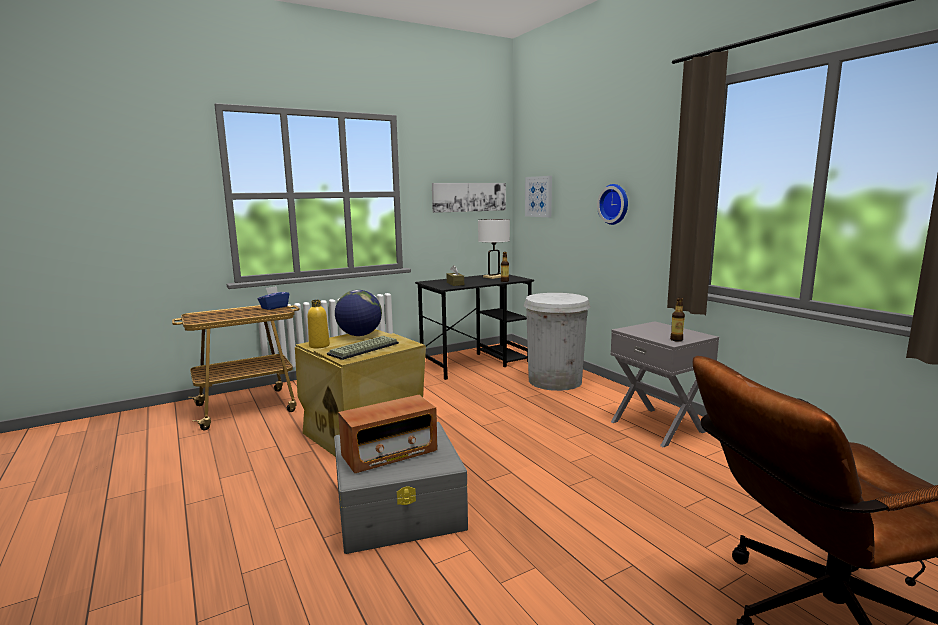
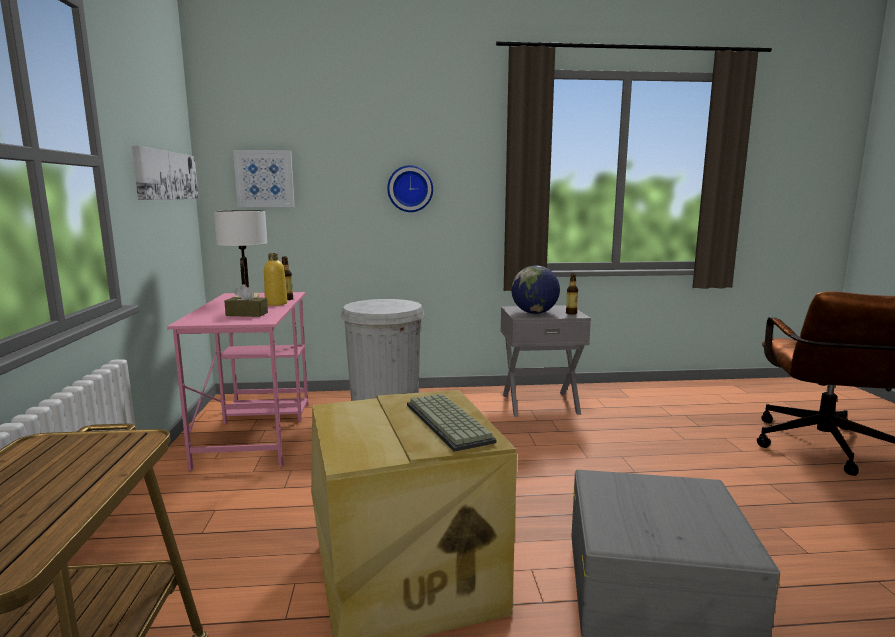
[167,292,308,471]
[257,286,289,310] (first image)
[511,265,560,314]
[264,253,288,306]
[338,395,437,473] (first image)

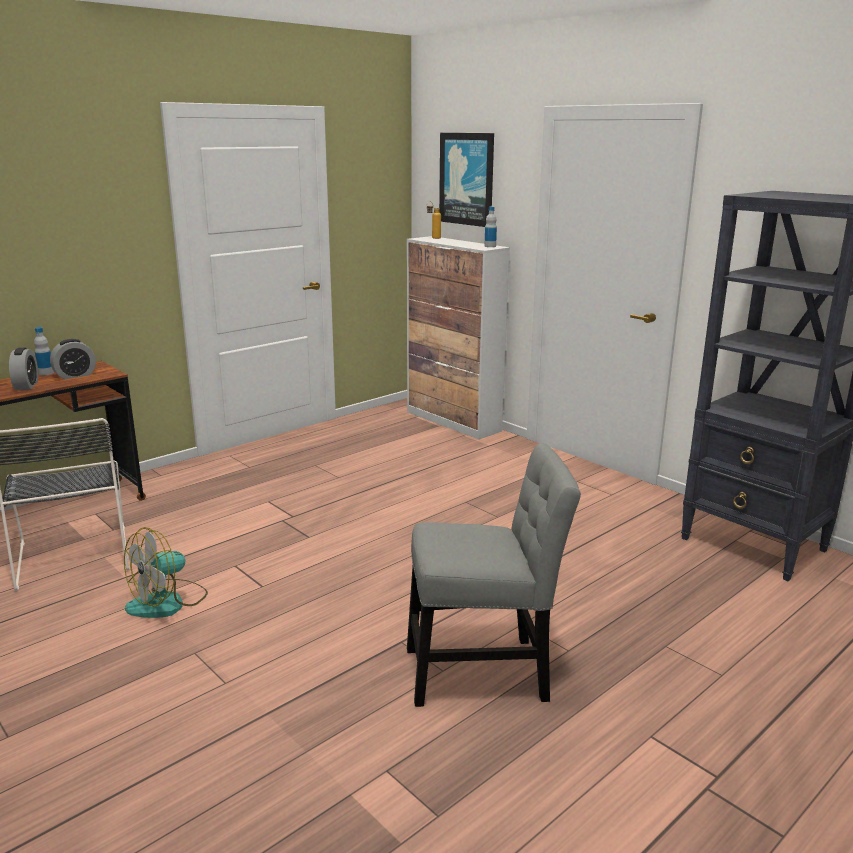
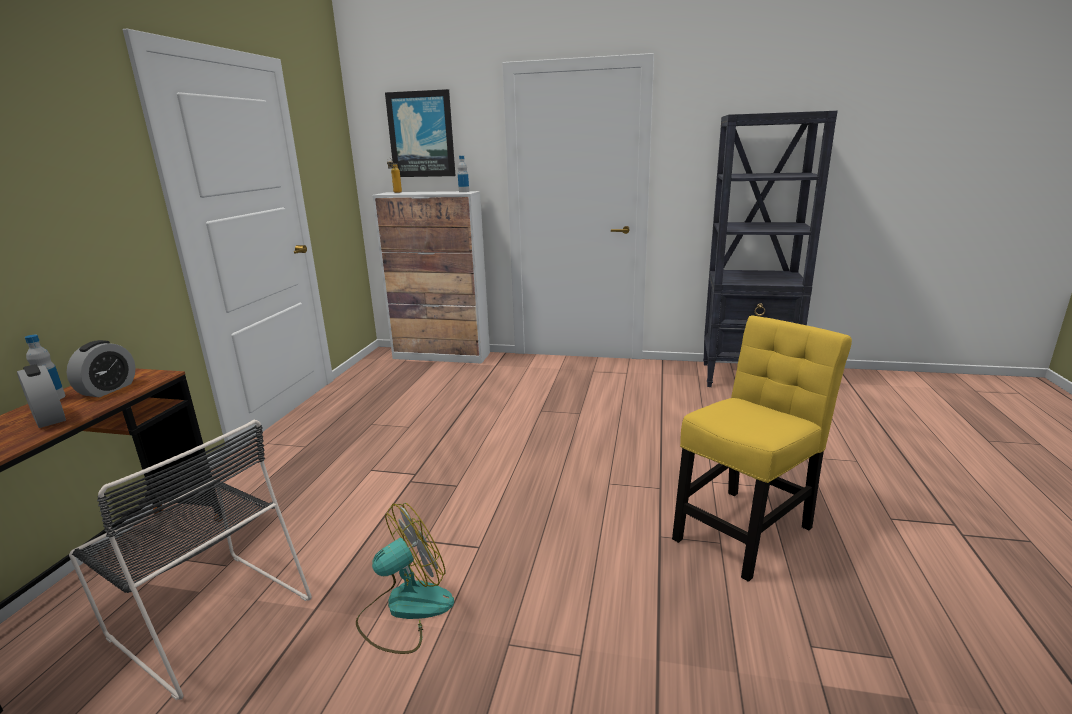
[672,316,852,582]
[356,503,454,654]

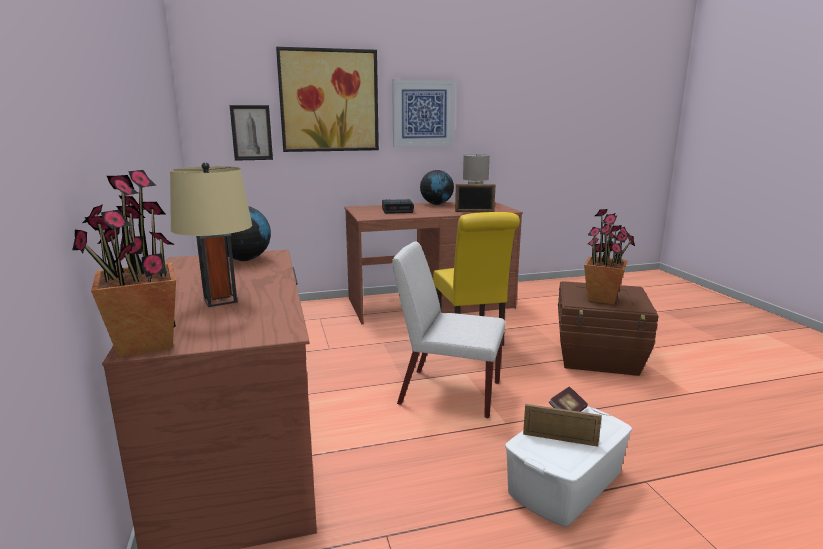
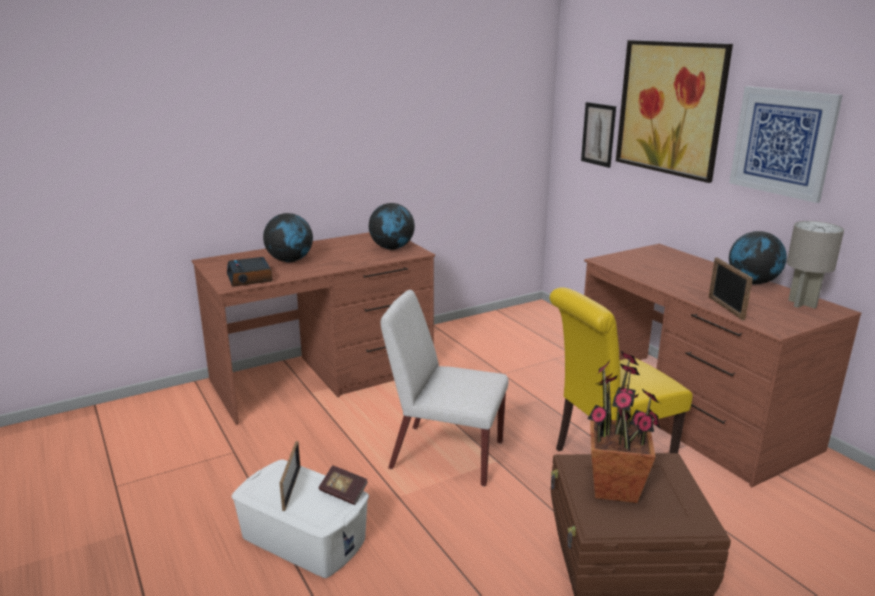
[263,213,313,263]
[72,170,176,357] (first image)
[227,257,273,286]
[380,290,509,486]

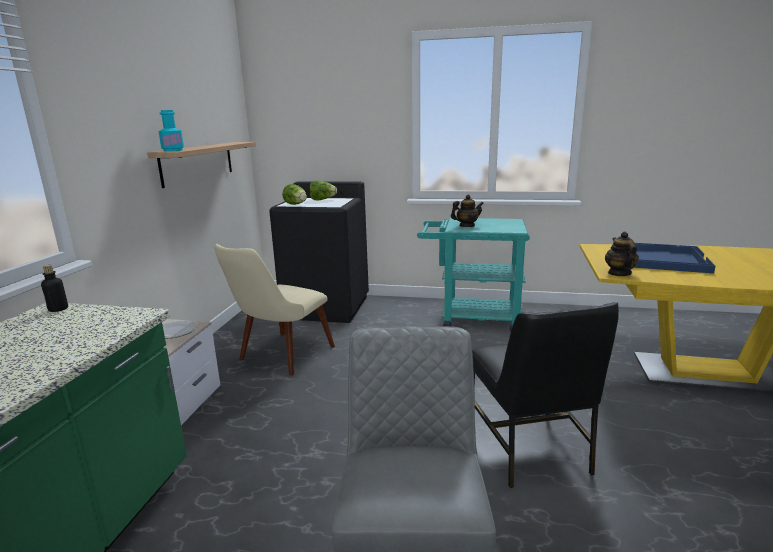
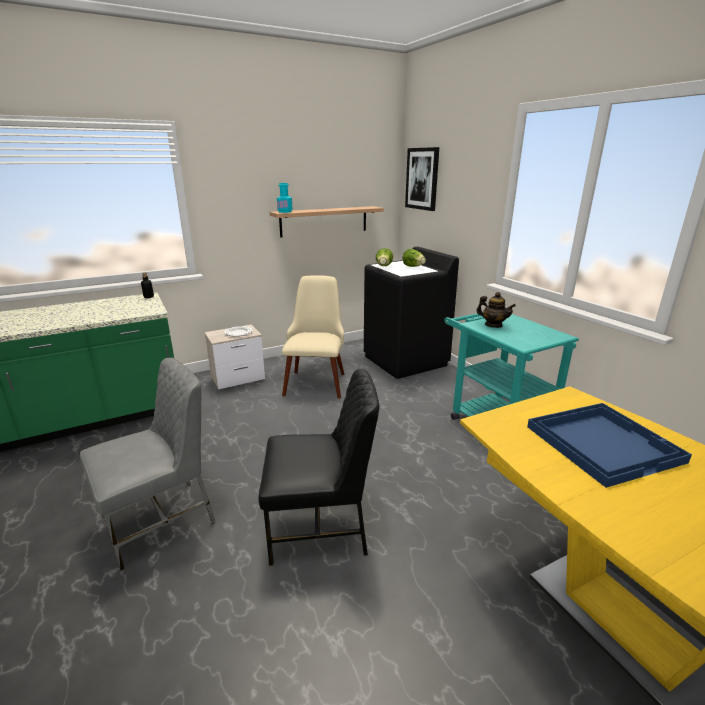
[605,232,639,276] (first image)
[282,275,344,399]
[258,369,379,566]
[405,147,439,211]

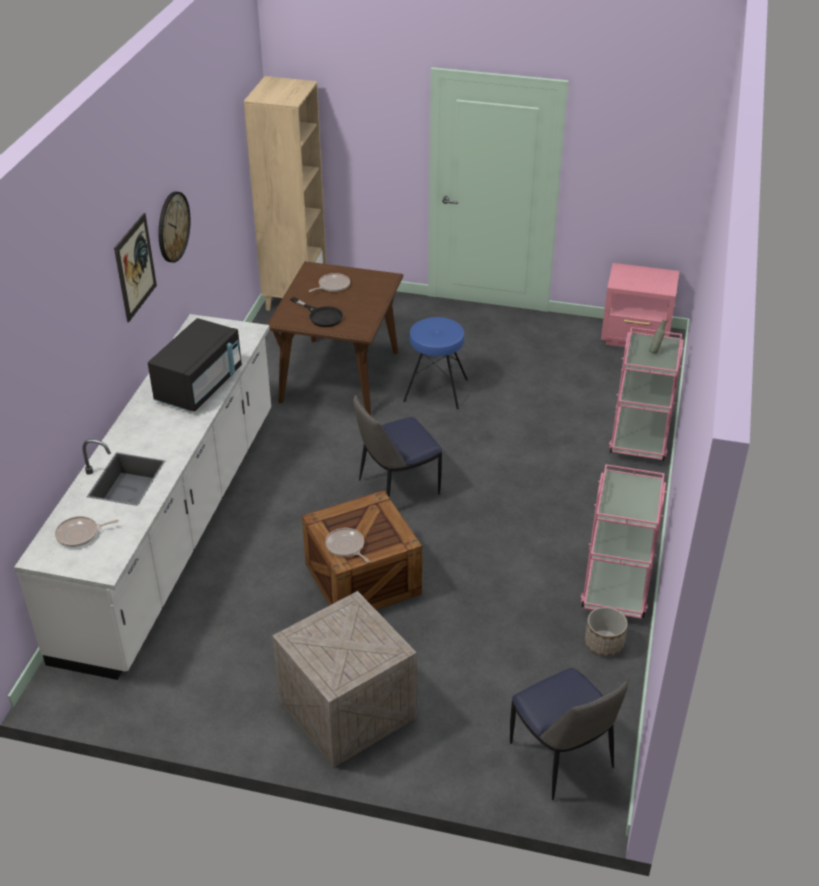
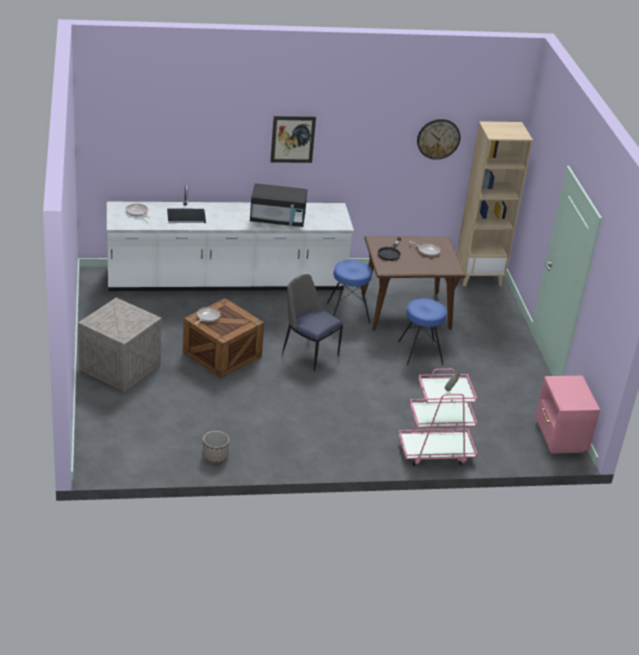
[417,119,460,160]
[580,464,666,619] (first image)
[510,668,628,800] (first image)
[327,260,372,324]

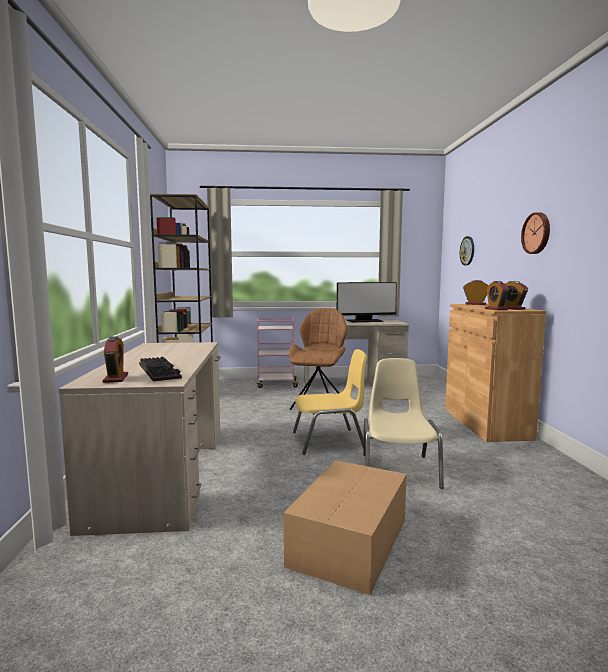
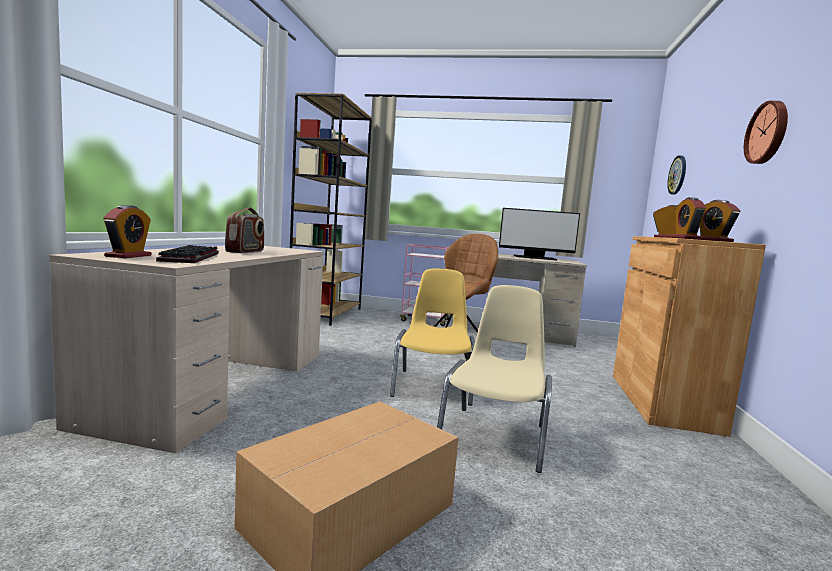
[390,268,475,406]
[225,207,264,253]

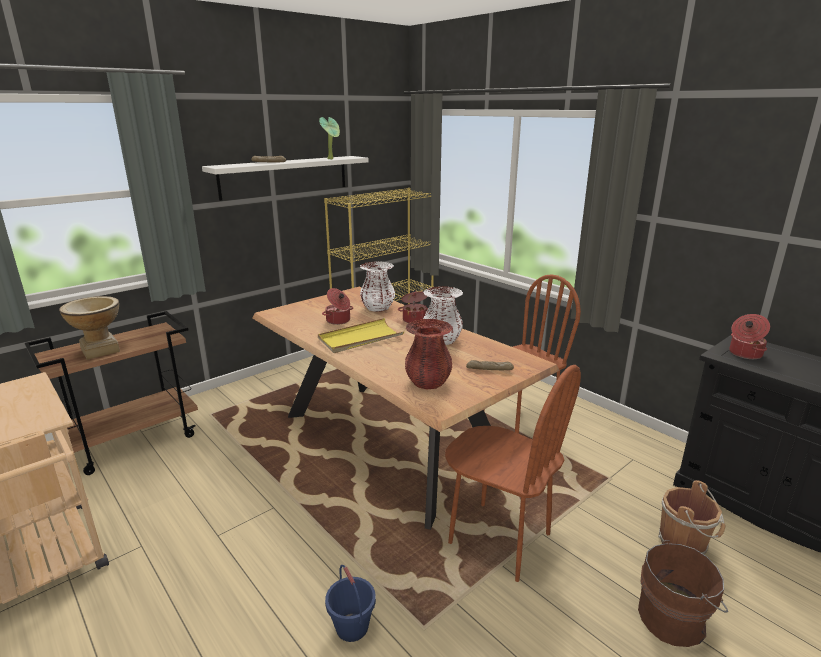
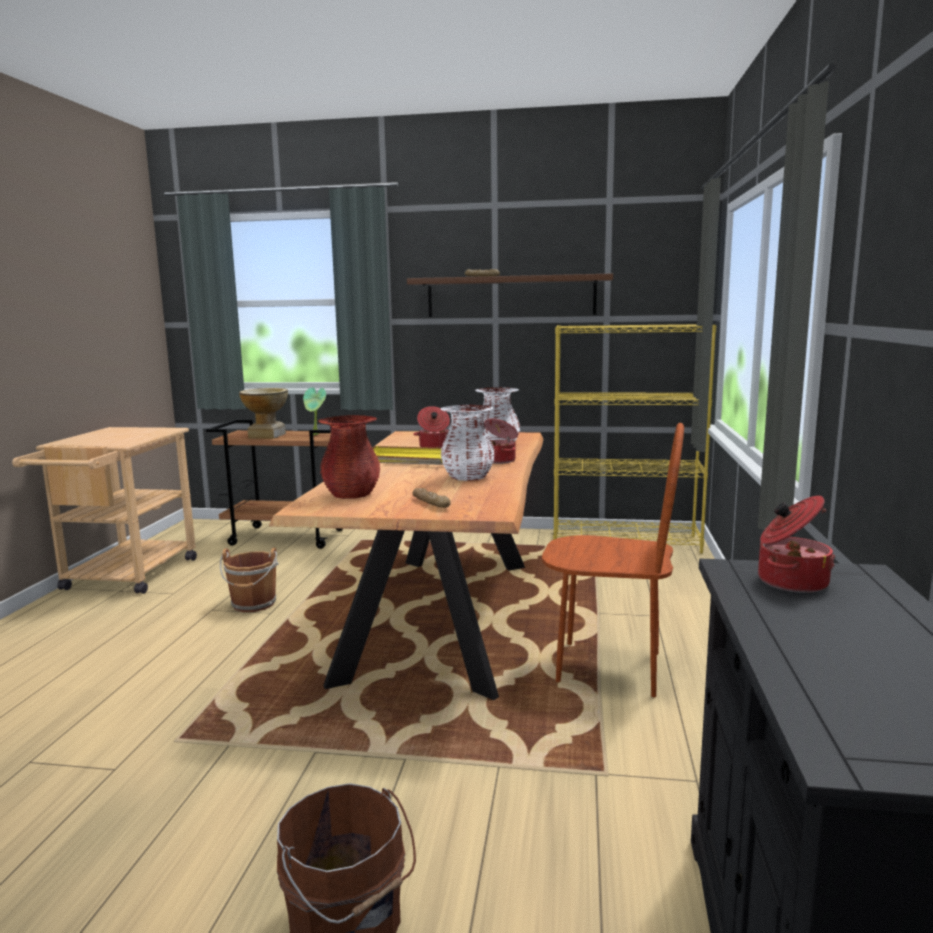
[303,387,326,436]
[407,274,613,317]
[445,365,581,582] (first image)
[220,548,279,612]
[325,565,376,642] (first image)

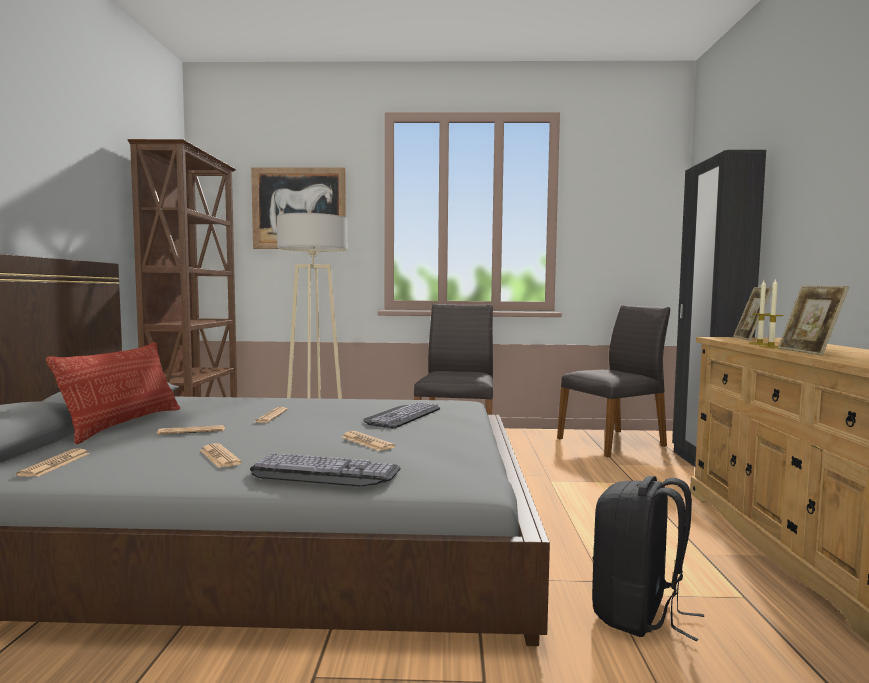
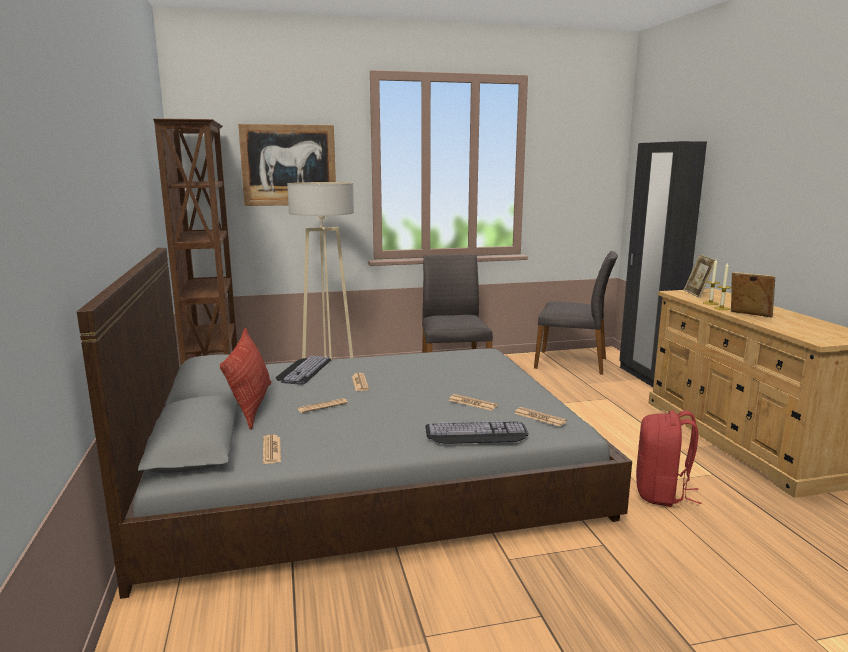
[731,272,775,317]
[534,251,618,375]
[276,356,331,385]
[514,407,567,427]
[636,411,701,507]

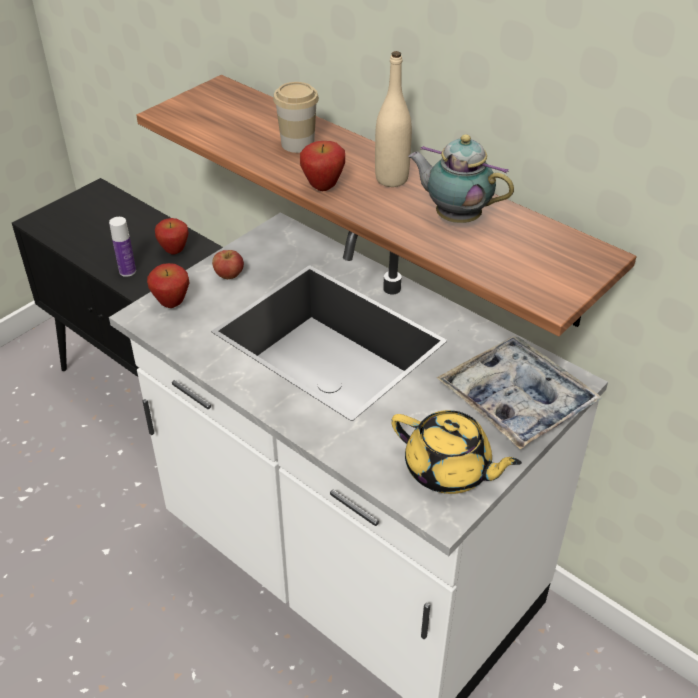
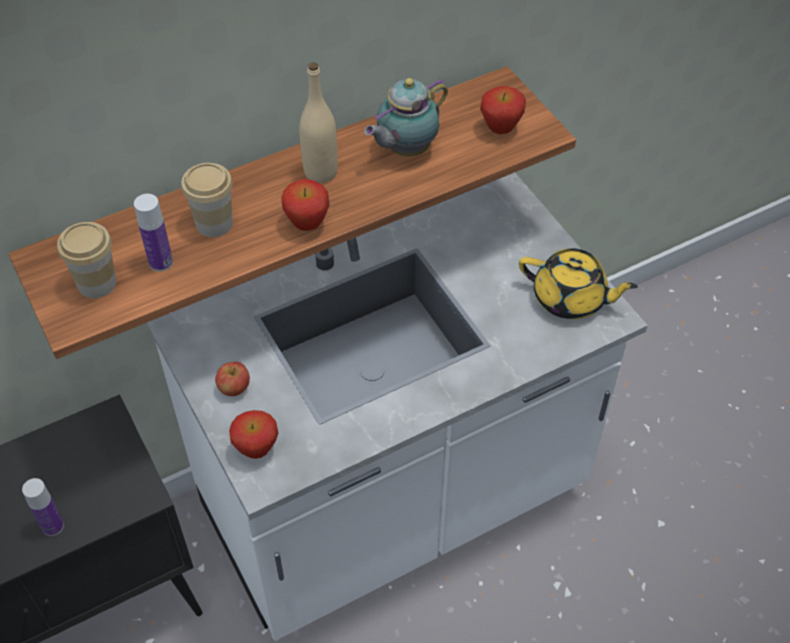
[480,86,526,134]
[437,336,602,450] (first image)
[519,248,638,319]
[134,194,173,272]
[57,222,116,298]

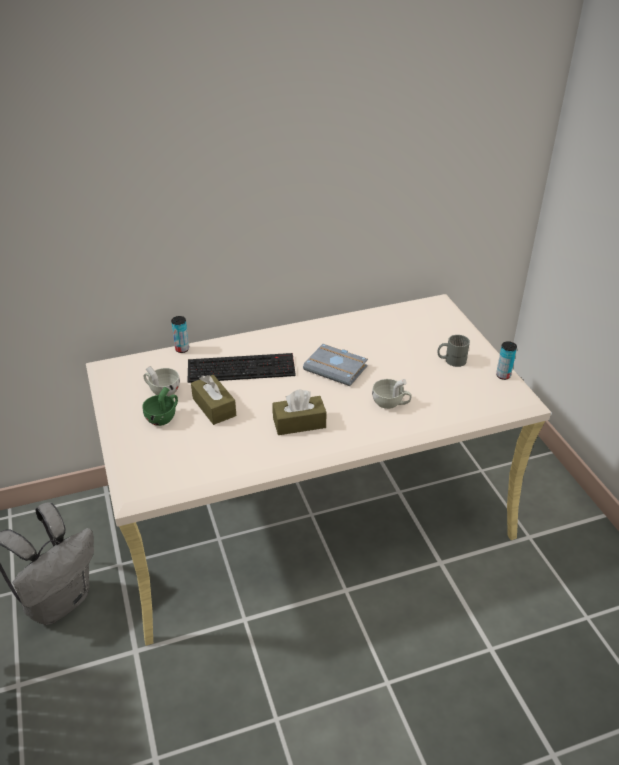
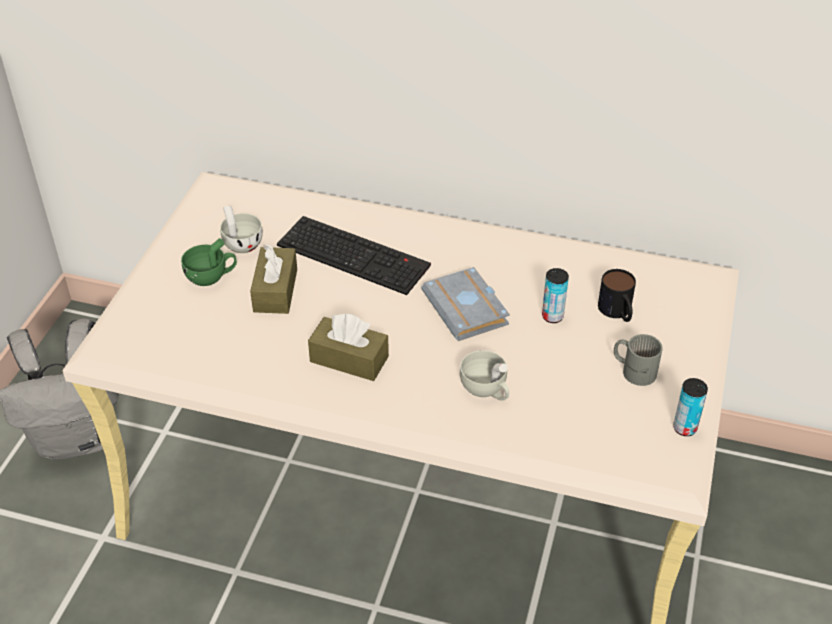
[542,268,569,323]
[598,269,636,322]

